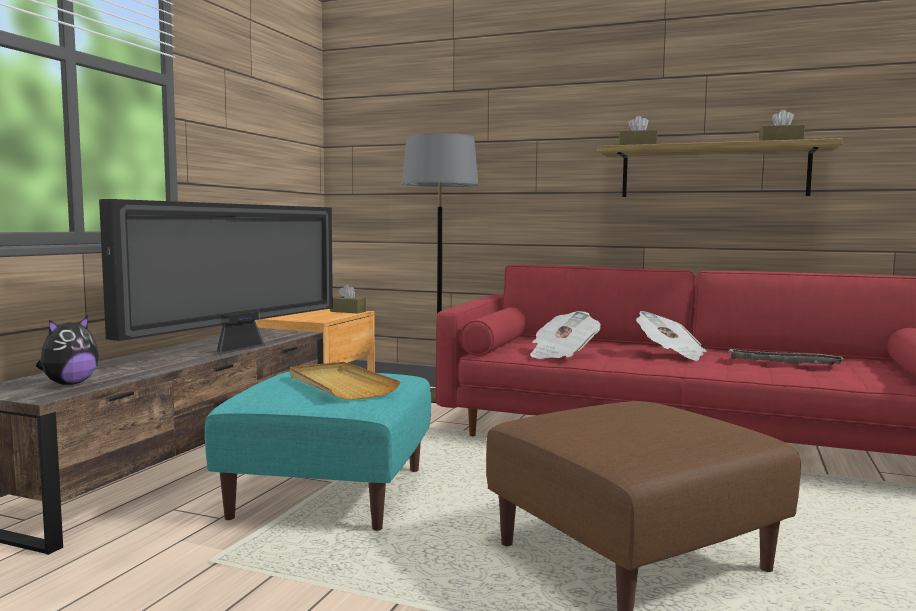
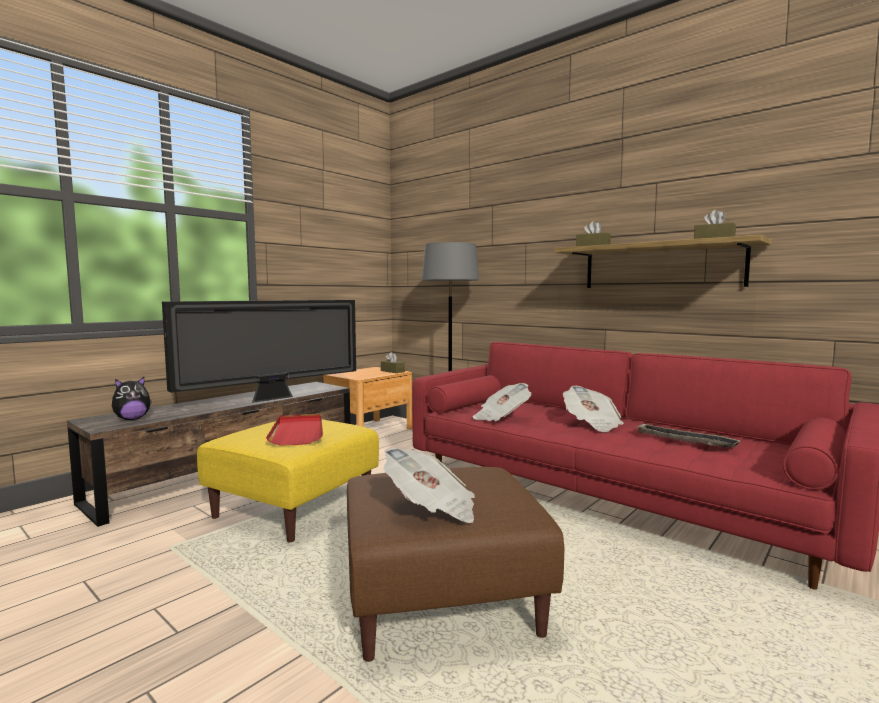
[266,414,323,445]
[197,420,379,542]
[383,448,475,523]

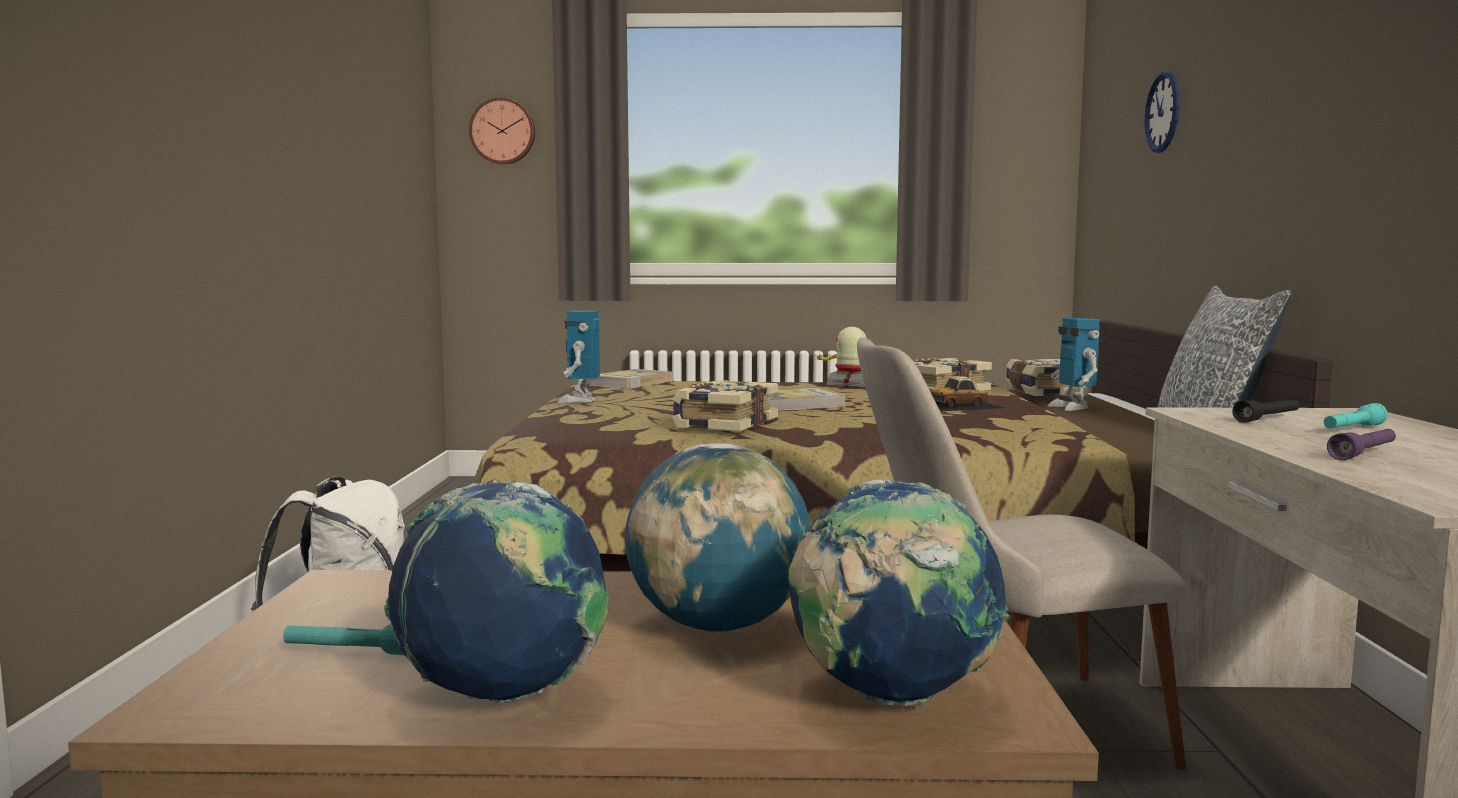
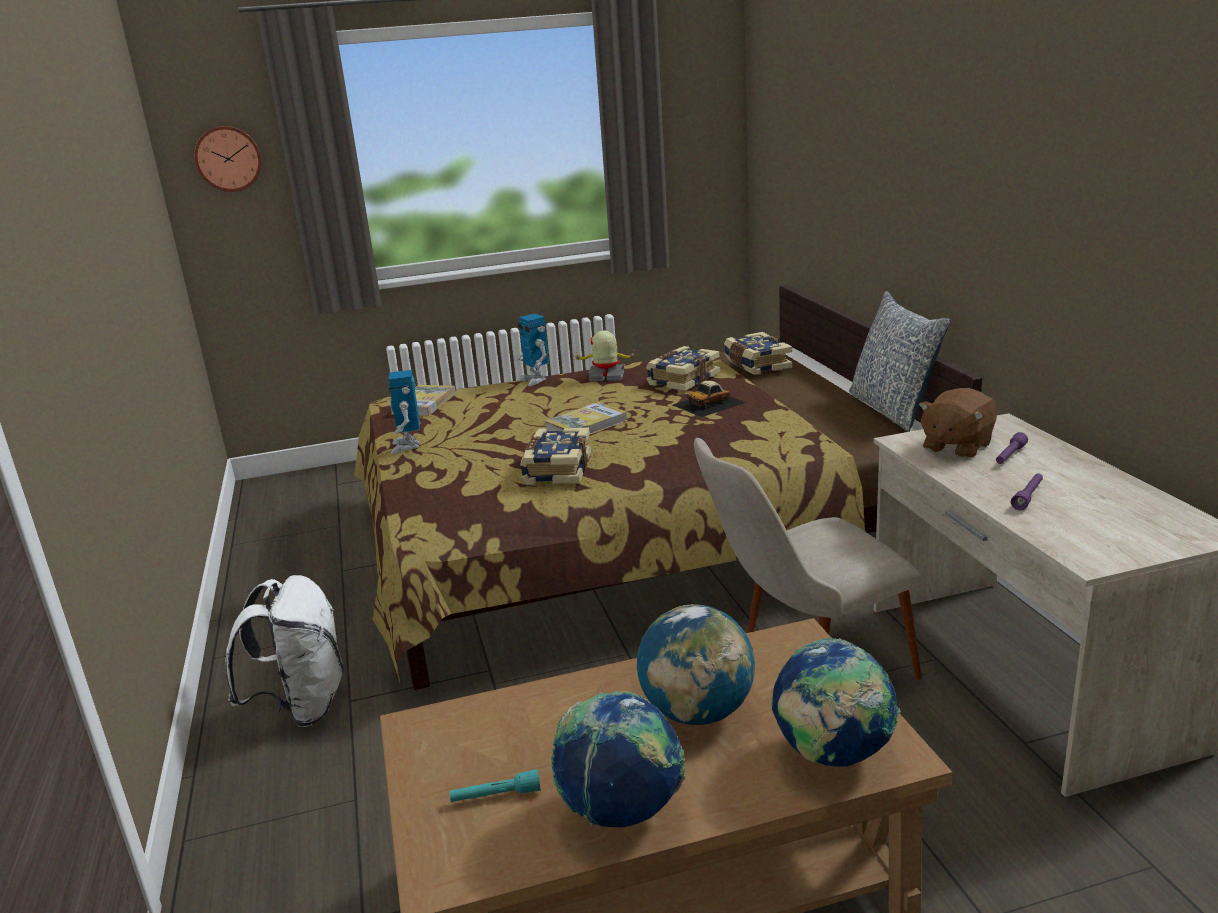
[1145,72,1180,153] (first image)
[517,314,549,386]
[919,388,997,459]
[996,432,1028,464]

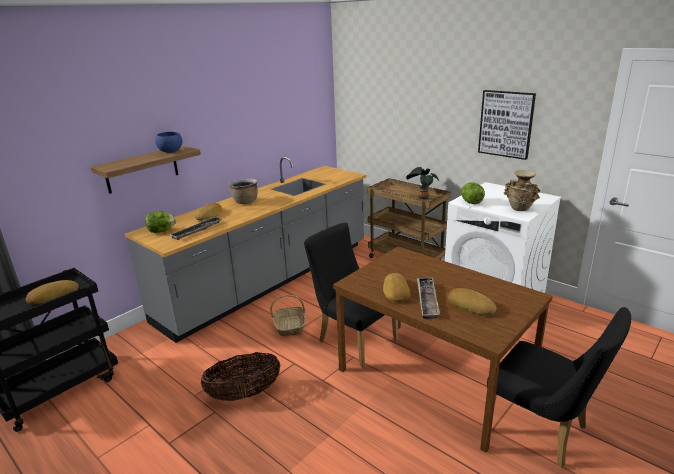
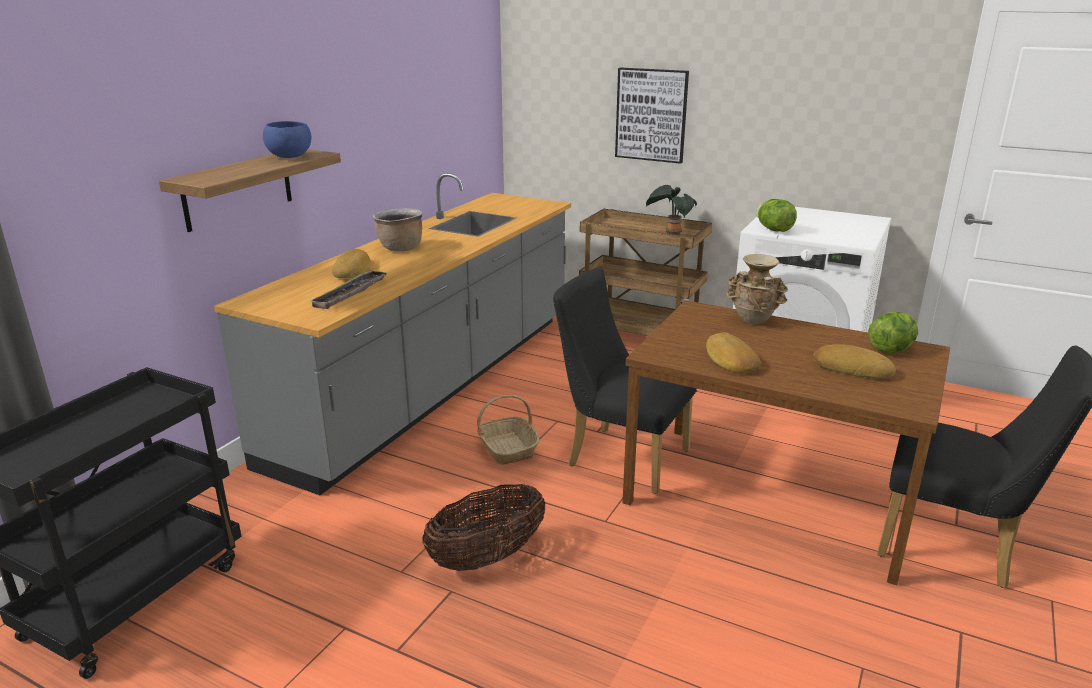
[615,68,689,164]
[726,254,788,324]
[868,312,918,353]
[417,278,440,319] (first image)
[26,280,79,304] (first image)

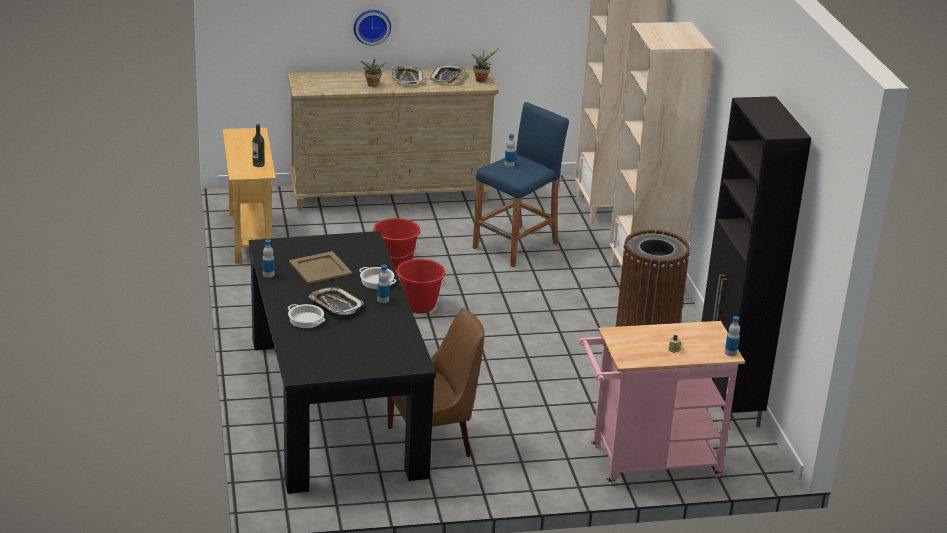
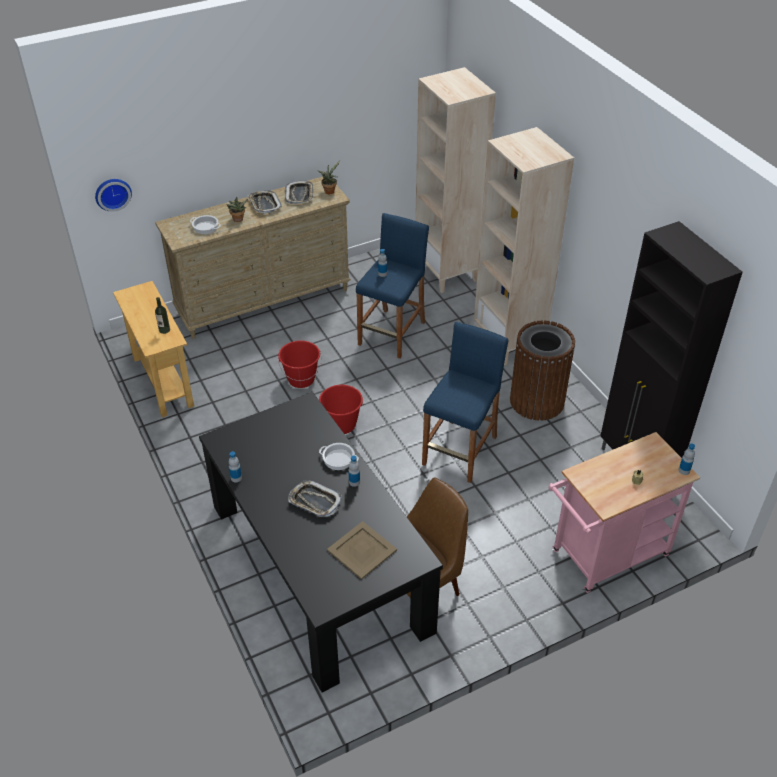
[95,179,132,212]
[327,521,397,580]
[190,215,221,234]
[422,322,508,483]

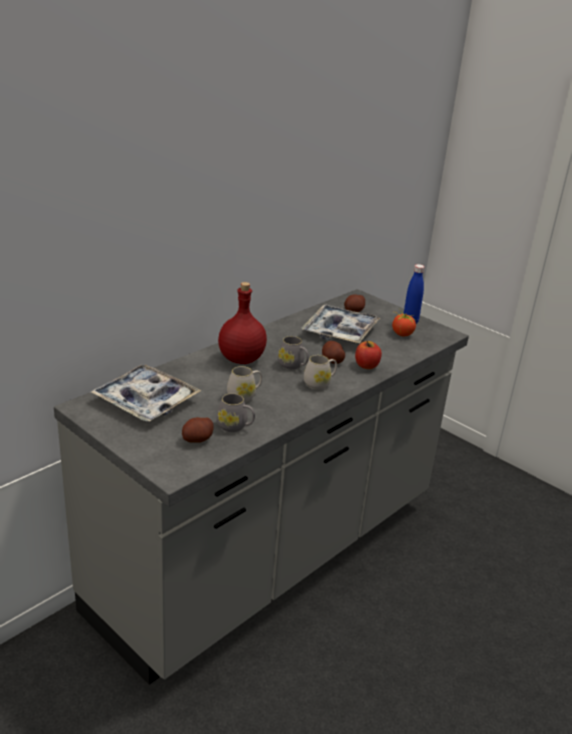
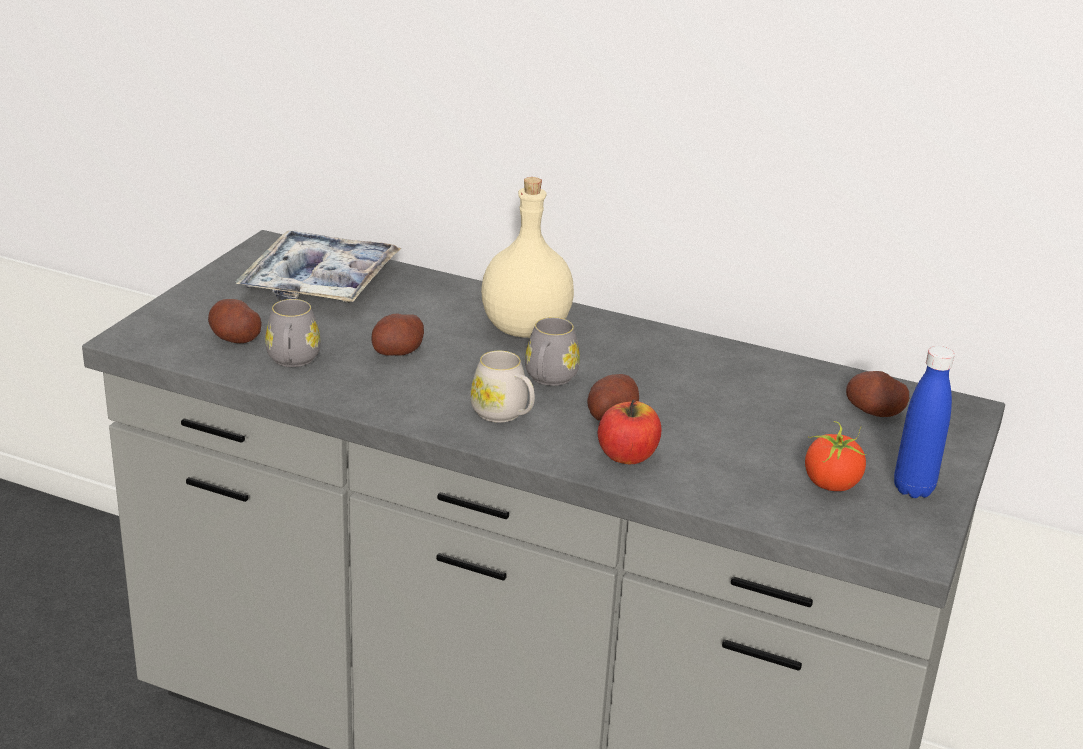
[481,177,574,338]
[301,305,380,344] (first image)
[371,313,424,356]

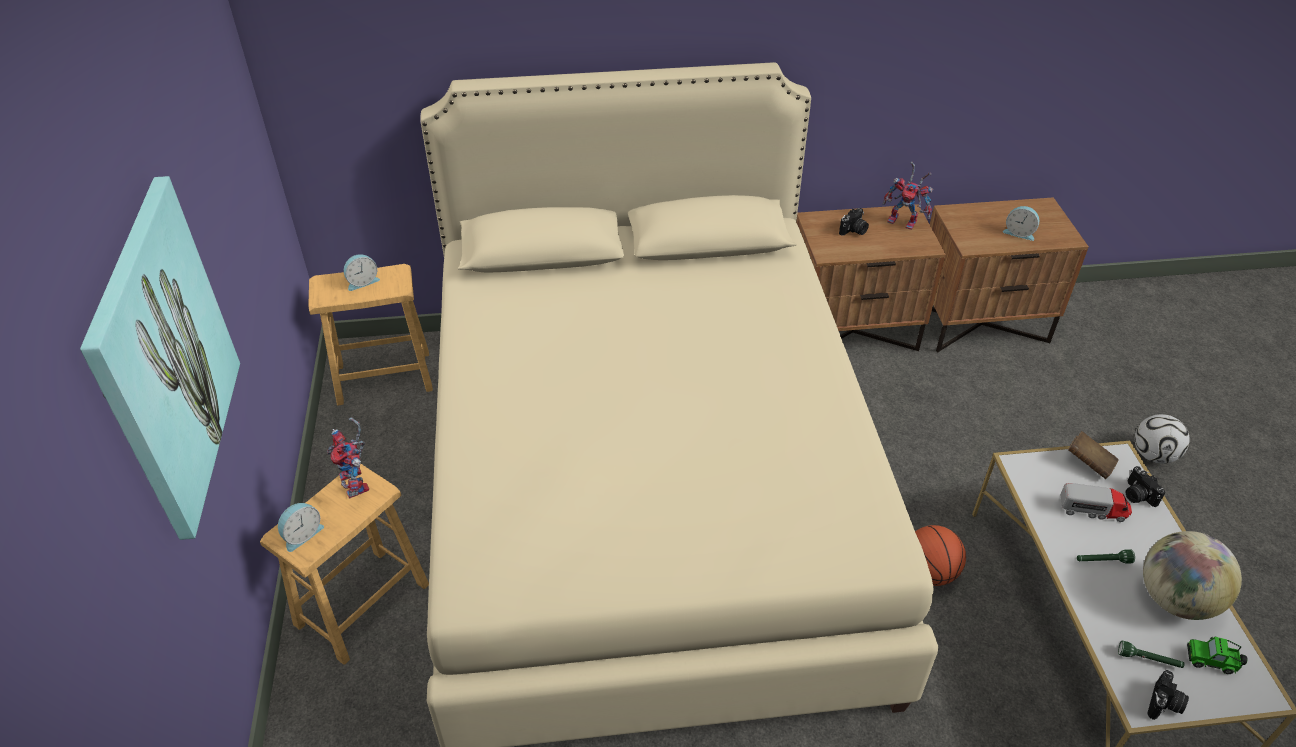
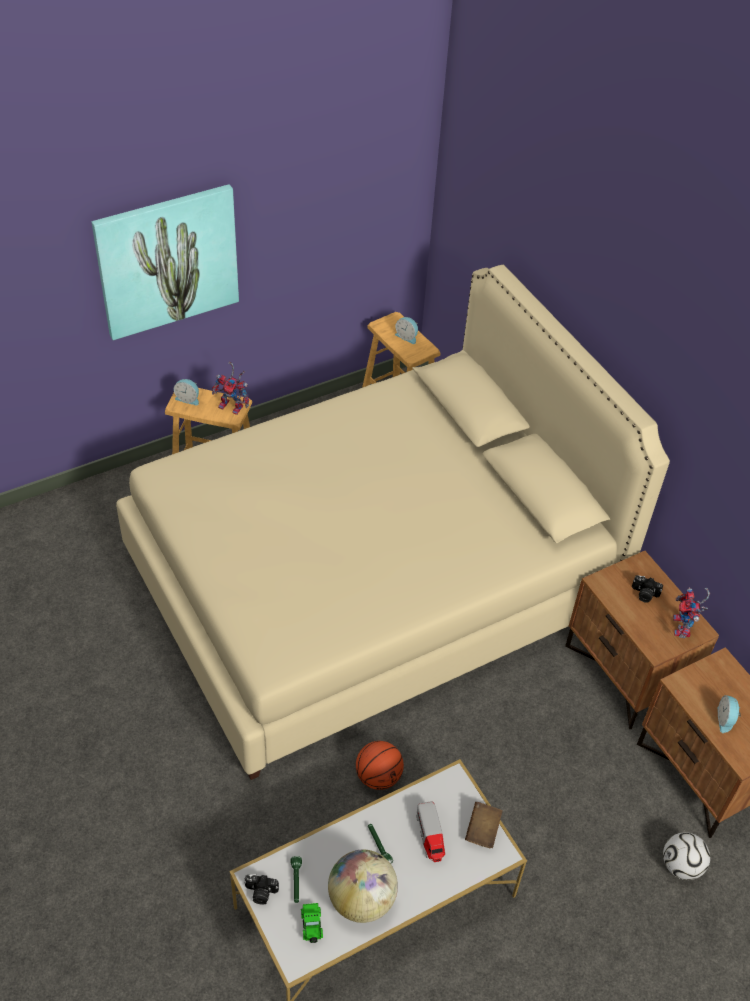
[663,832,710,880]
[212,362,249,415]
[1126,466,1165,507] (first image)

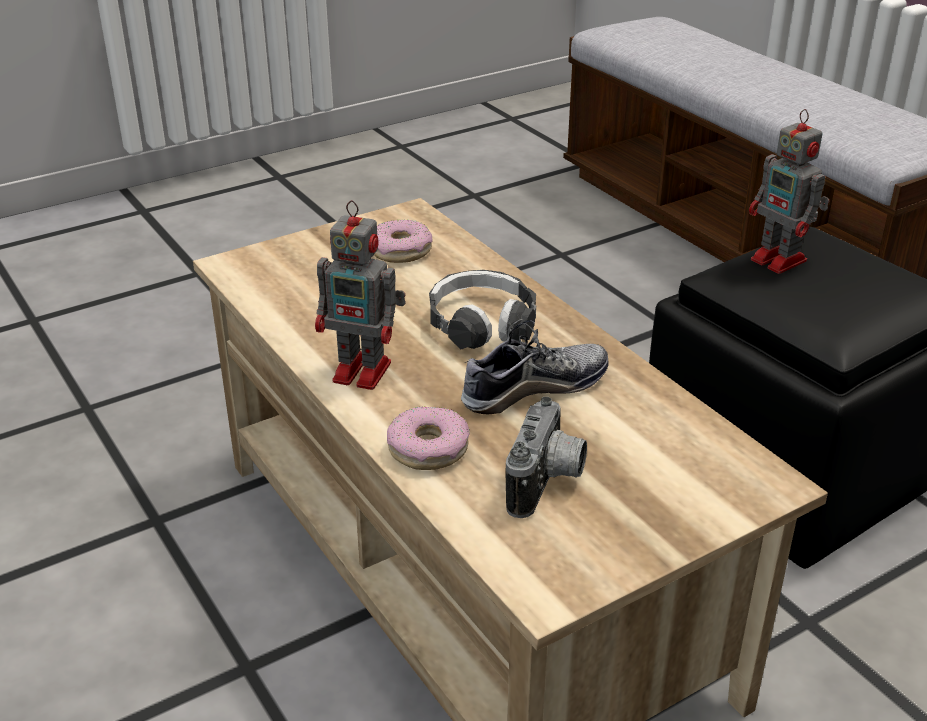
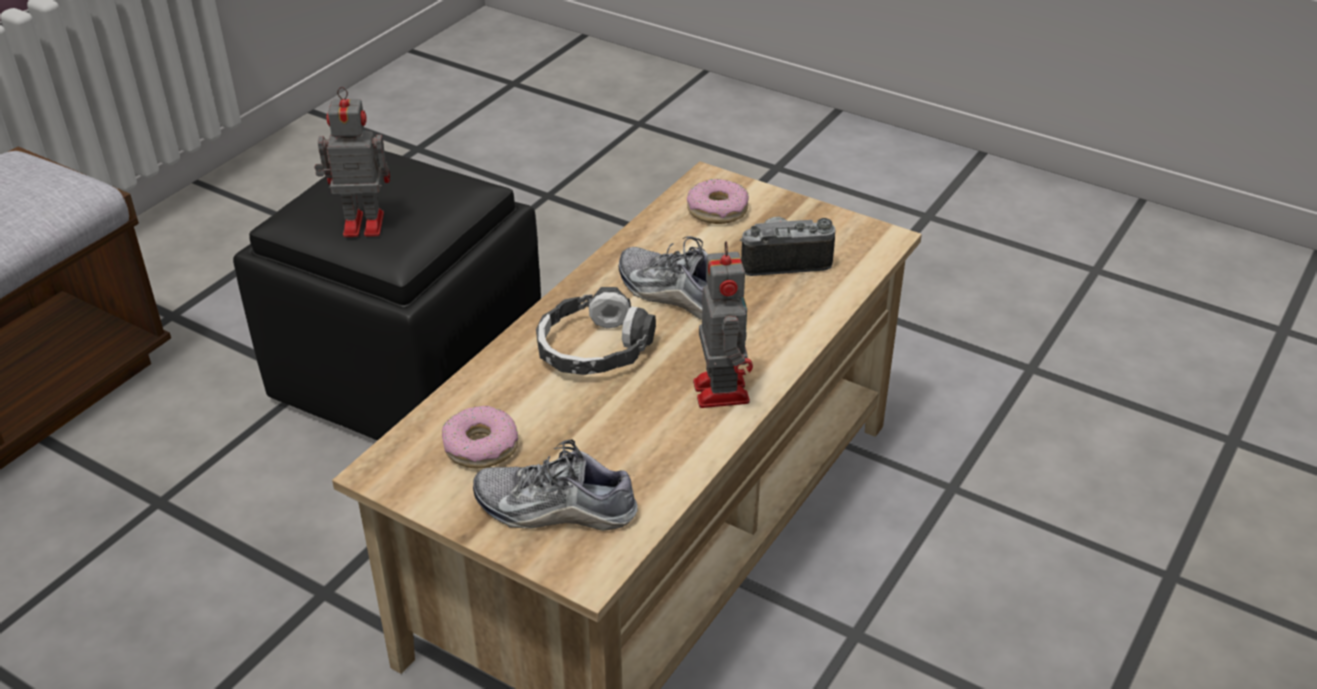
[314,87,390,237]
[687,179,749,224]
[473,440,638,531]

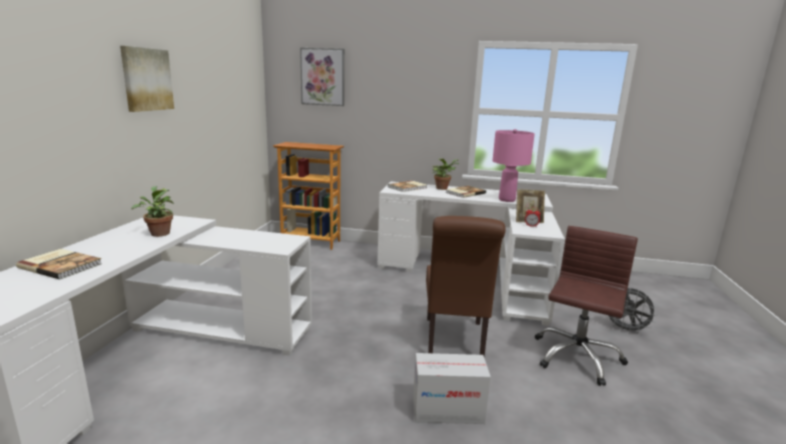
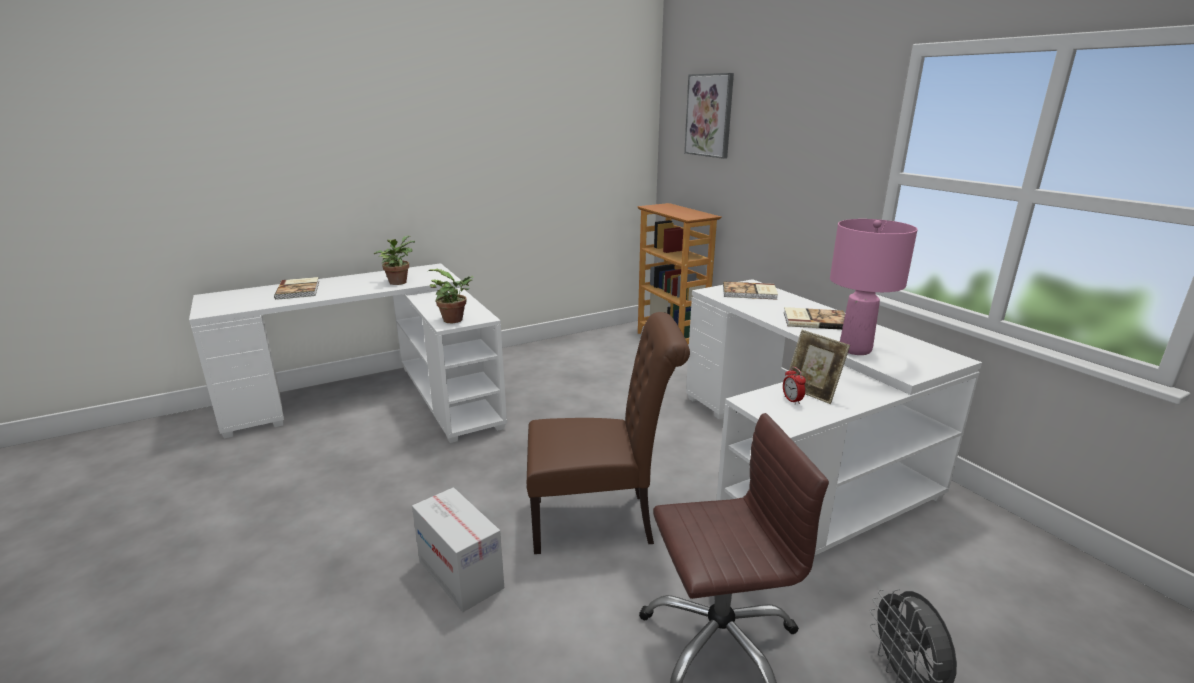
[120,46,174,112] (first image)
[428,269,474,323]
[527,312,690,554]

